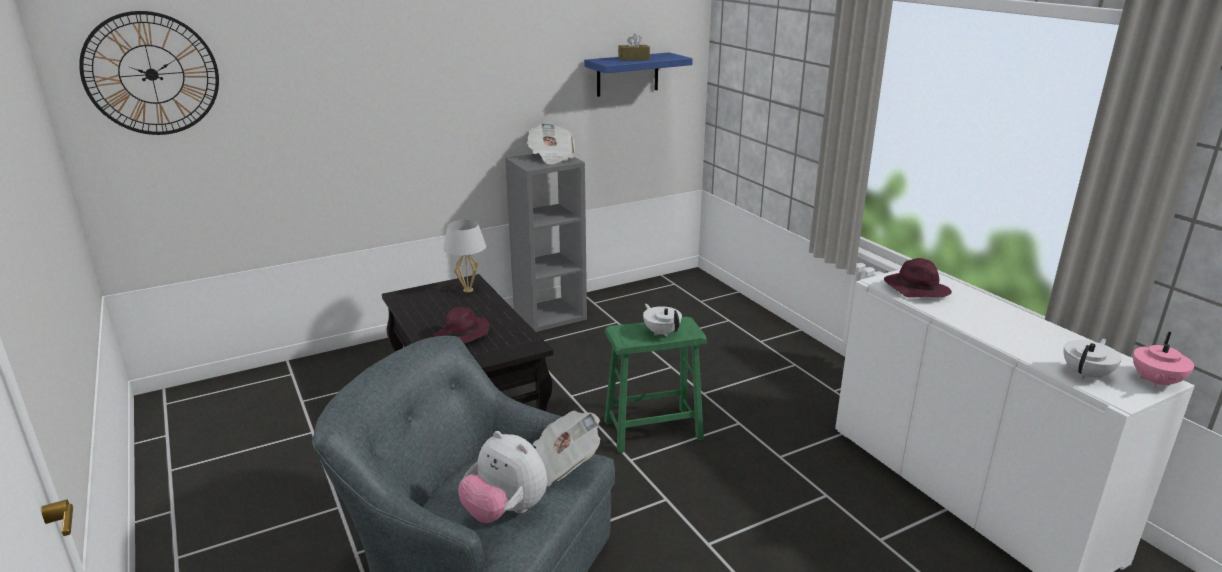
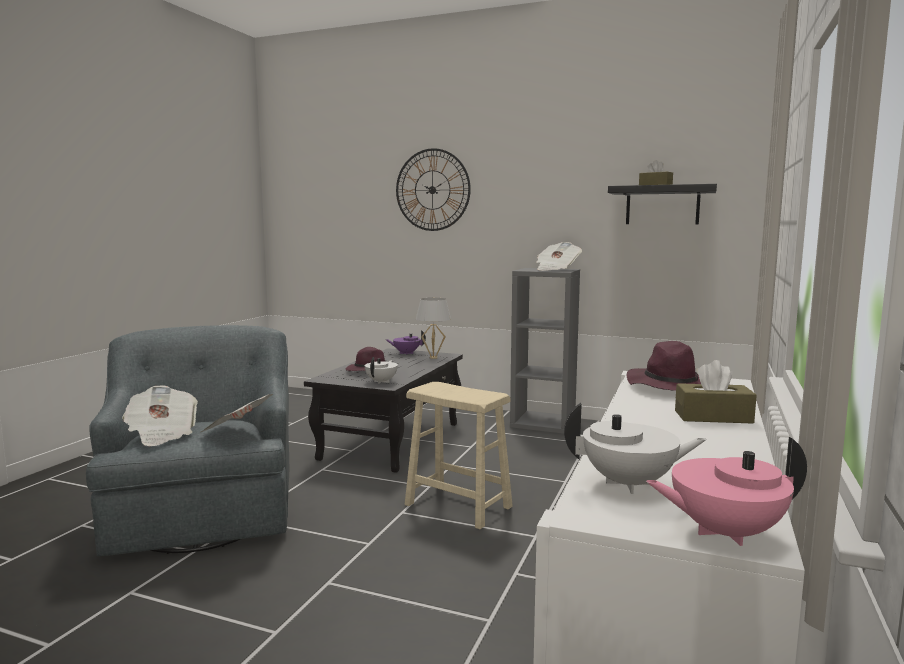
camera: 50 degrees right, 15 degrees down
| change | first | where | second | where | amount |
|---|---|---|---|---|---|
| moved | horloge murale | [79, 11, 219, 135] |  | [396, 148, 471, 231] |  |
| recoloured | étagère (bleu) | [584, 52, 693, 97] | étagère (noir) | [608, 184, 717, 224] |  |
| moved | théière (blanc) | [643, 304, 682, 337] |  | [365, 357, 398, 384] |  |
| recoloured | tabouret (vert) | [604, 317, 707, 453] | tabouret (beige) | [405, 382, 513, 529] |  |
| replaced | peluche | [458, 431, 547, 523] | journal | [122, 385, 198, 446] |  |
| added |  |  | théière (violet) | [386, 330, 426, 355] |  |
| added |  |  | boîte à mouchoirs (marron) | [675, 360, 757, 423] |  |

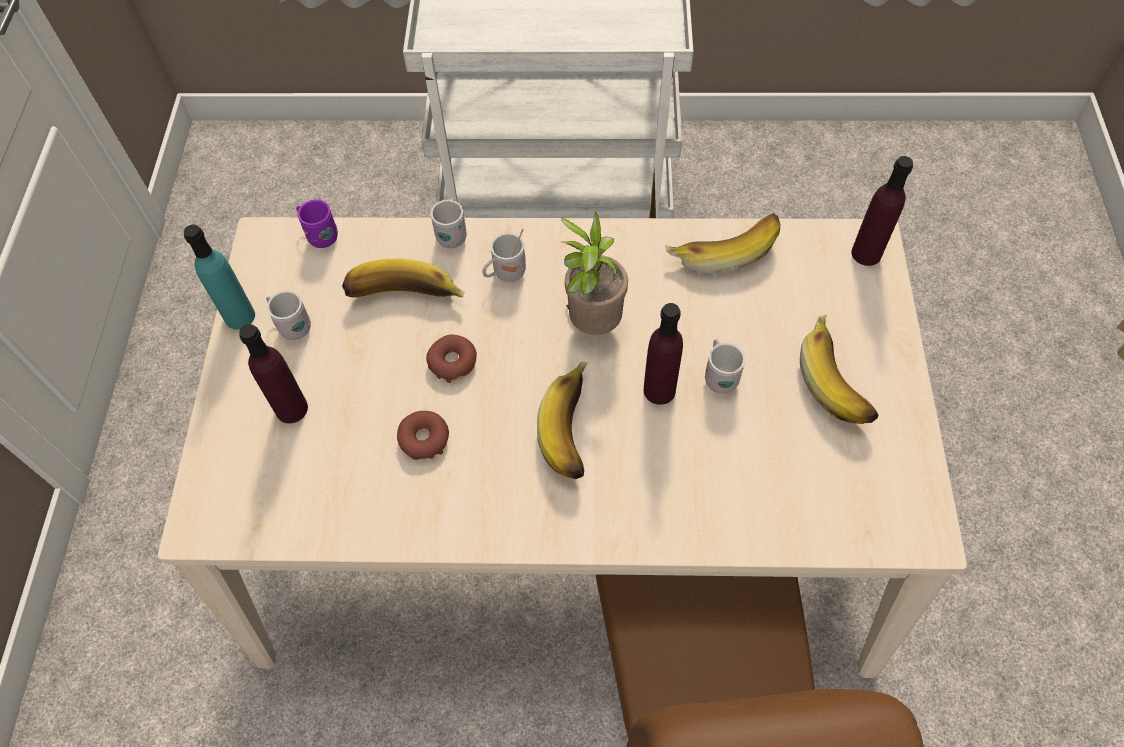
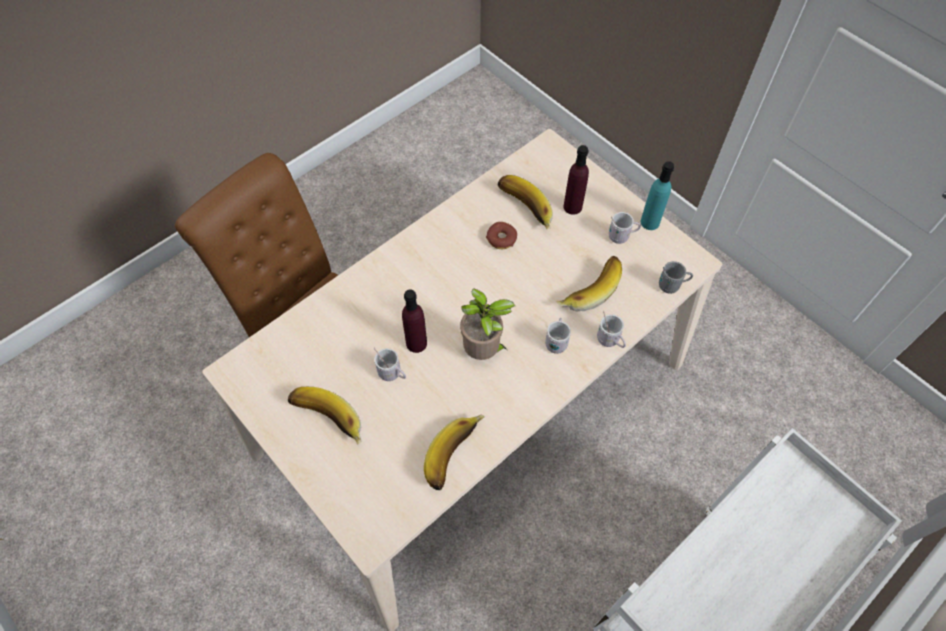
camera: 135 degrees right, 0 degrees up
| change | first | where | second | where | amount |
|---|---|---|---|---|---|
| removed | bouteille (violet) | [851, 156, 913, 266] |  |  |  |
| recoloured | mug (violet) | [296, 200, 338, 248] | mug (gris) | [659, 261, 693, 294] |  |
| removed | beignet | [426, 334, 477, 383] |  |  |  |
| moved | banane | [537, 362, 588, 479] |  | [498, 175, 553, 229] |  |

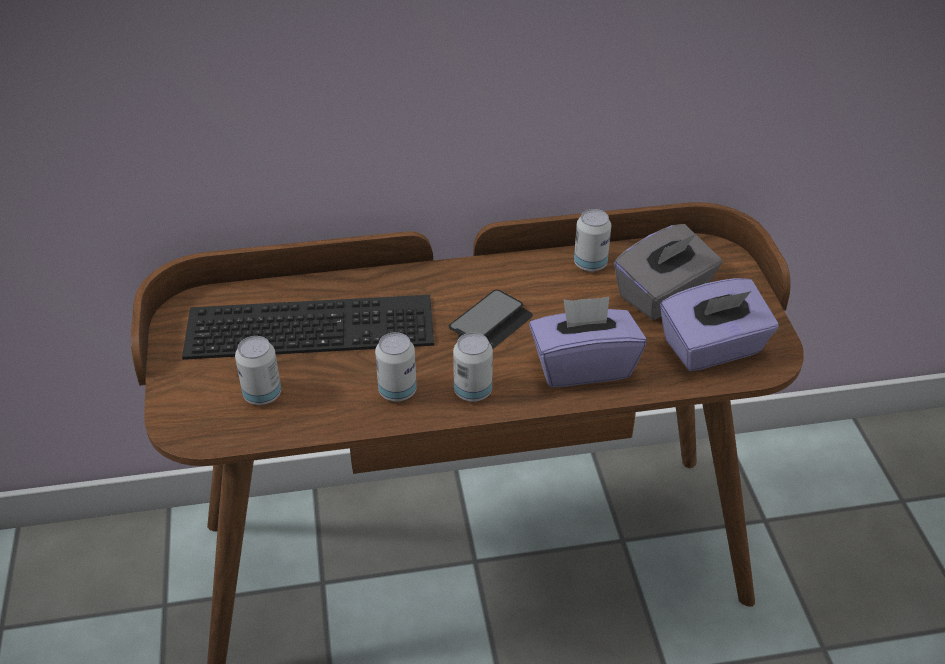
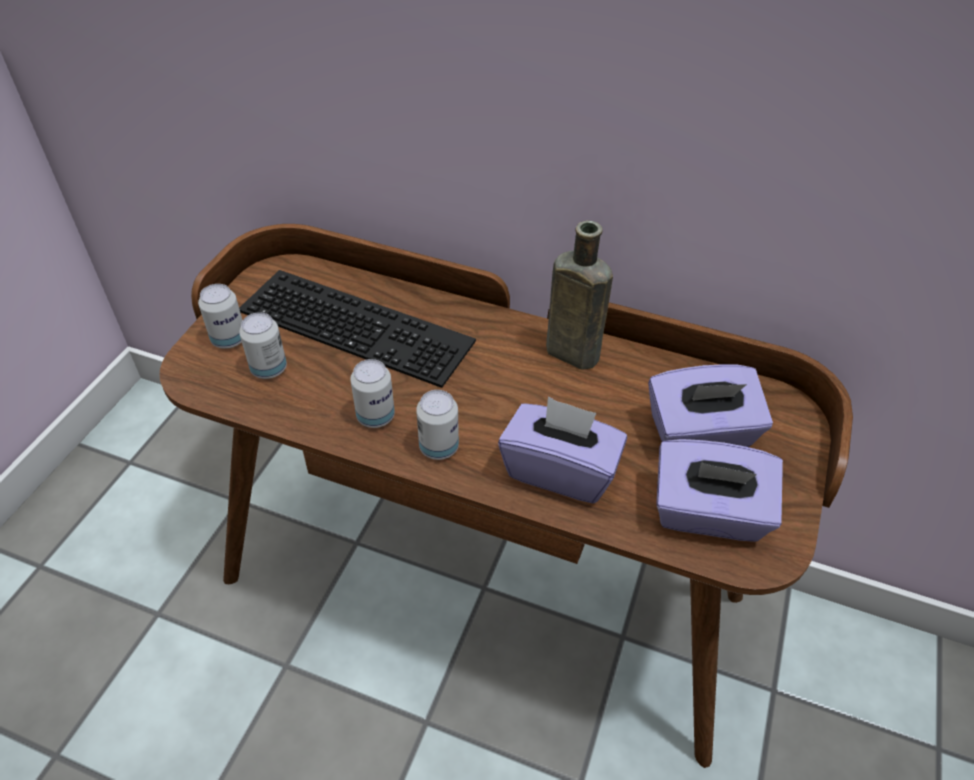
camera: 30 degrees right, 5 degrees up
| change | first | where | second | where | amount |
|---|---|---|---|---|---|
| moved | boîte métallique | [574, 209, 611, 272] |  | [198, 284, 243, 349] |  |
| recoloured | boîte à mouchoirs (gris) | [614, 224, 722, 320] | boîte à mouchoirs (violet) | [648, 365, 773, 447] |  |
| removed | téléphone | [448, 290, 533, 349] |  |  |  |
| added |  |  | bouteille (marron) | [546, 221, 613, 370] |  |

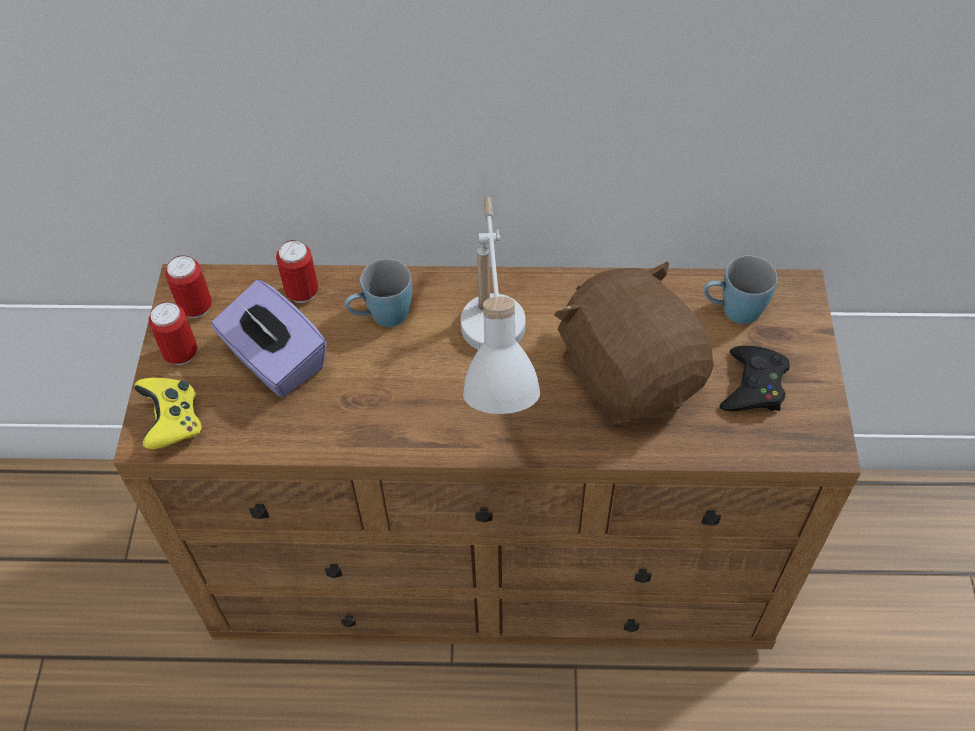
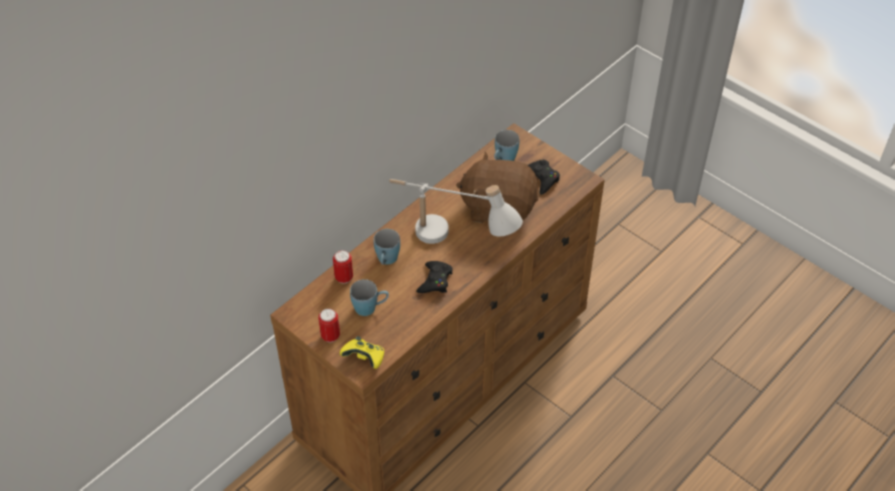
camera: 50 degrees left, 5 degrees down
| change | first | where | second | where | amount |
|---|---|---|---|---|---|
| removed | boîte métallique | [165, 255, 212, 318] |  |  |  |
| replaced | boîte à mouchoirs (violet) | [211, 280, 327, 397] | mug (bleu) | [350, 279, 389, 316] |  |
| added |  |  | manette (noir) | [416, 261, 452, 293] |  |

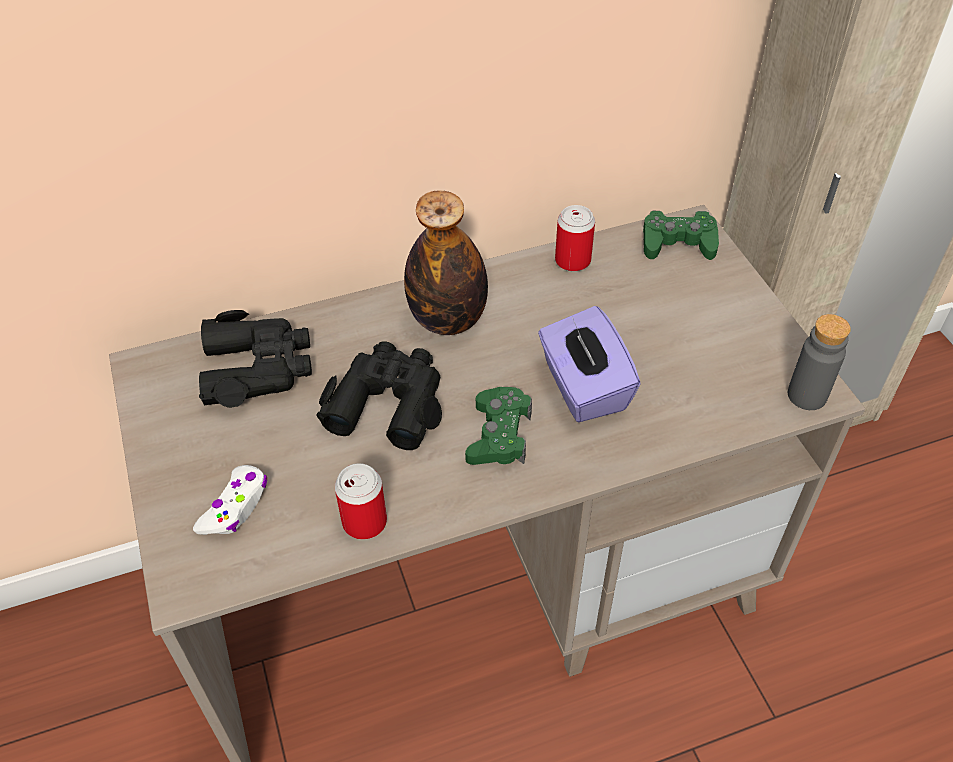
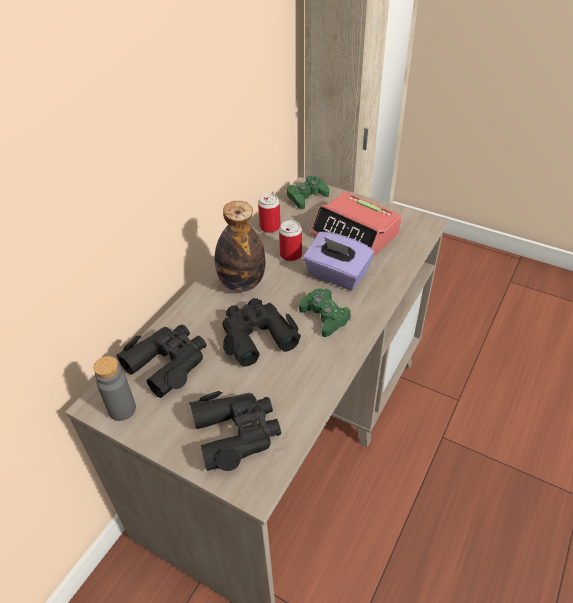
camera: 40 degrees left, 5 degrees down
| change | first | where | second | where | amount |
|---|---|---|---|---|---|
| moved | bouteille (gris) | [788, 314, 851, 410] |  | [93, 356, 136, 421] |  |
| moved | boîte métallique | [335, 463, 387, 539] |  | [279, 220, 302, 261] |  |
| replaced | manette (blanc) | [193, 465, 267, 535] | jumelles (noir) | [189, 391, 281, 471] |  |
| added |  |  | réveil | [310, 192, 401, 257] |  |

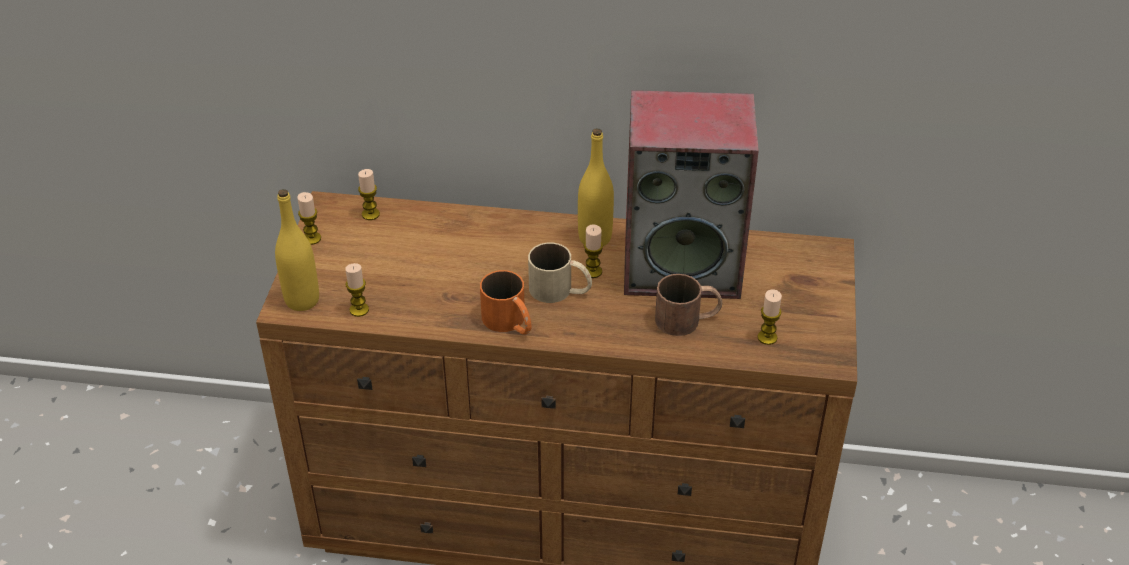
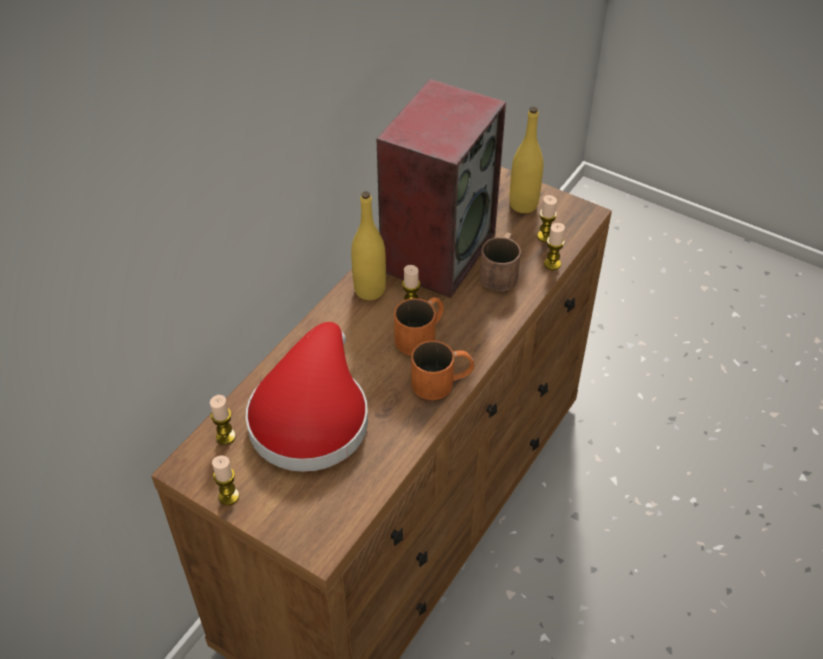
camera: 65 degrees left, 5 degrees up
| change | first | where | second | where | amount |
|---|---|---|---|---|---|
| moved | bouteille (jaune) | [275, 189, 319, 311] |  | [509, 107, 544, 213] |  |
| recoloured | mug (beige) | [528, 243, 592, 303] | mug (orange) | [394, 297, 444, 356] |  |
| moved | bougie | [345, 263, 369, 317] |  | [544, 223, 565, 270] |  |
| added |  |  | chapeau (rouge) | [246, 322, 368, 472] |  |

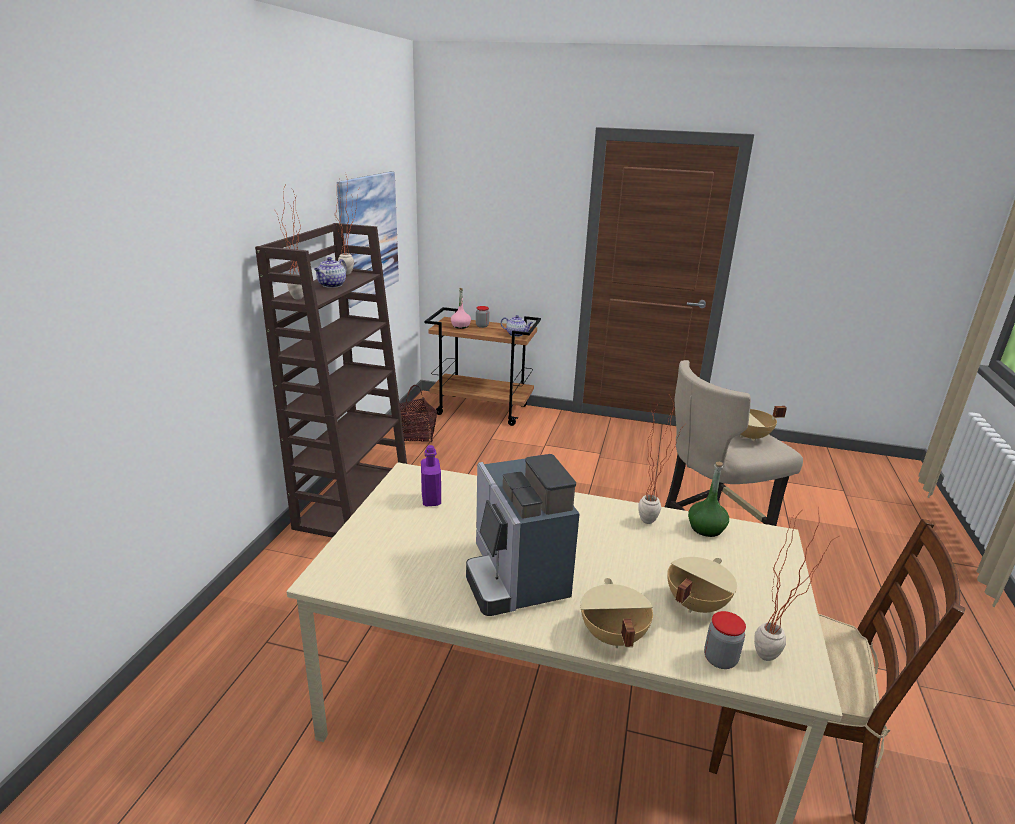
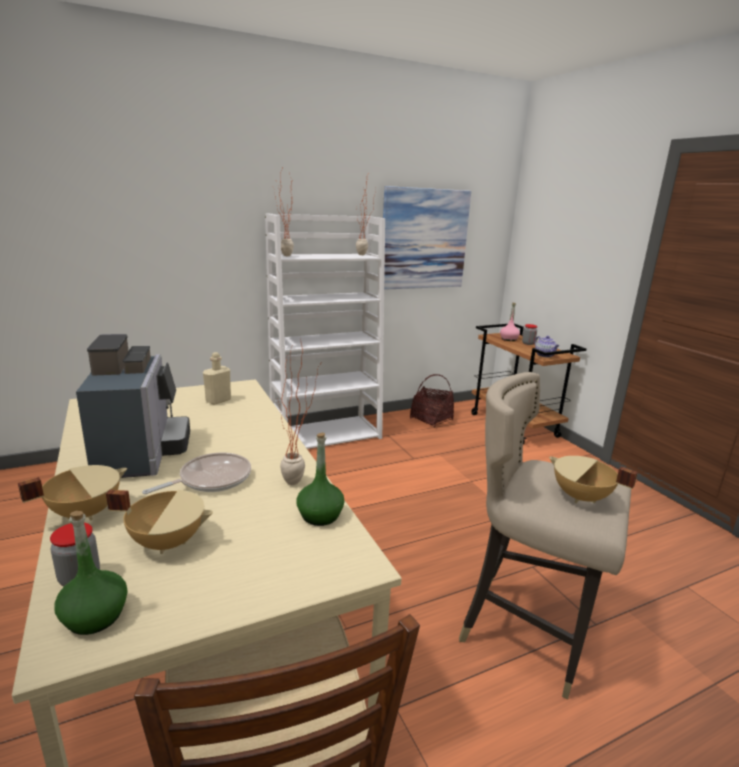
camera: 50 degrees right, 5 degrees down
| change | first | where | second | where | amount |
|---|---|---|---|---|---|
| recoloured | bibliothèque (marron) | [255, 223, 407, 538] | bibliothèque (blanc) | [265, 213, 385, 449] |  |
| removed | théière | [314, 257, 346, 288] |  |  |  |
| recoloured | bouteille (violet) | [421, 445, 441, 506] | bouteille (beige) | [203, 352, 231, 405] |  |
| turned | machine à café | [466, 454, 580, 616] |  | [76, 334, 190, 478] | 135 degrees clockwise |
| replaced | plante en pot | [754, 508, 839, 661] | bouteille (vert) | [54, 511, 128, 635] |  |
| added |  |  | poêle | [142, 453, 251, 494] |  |

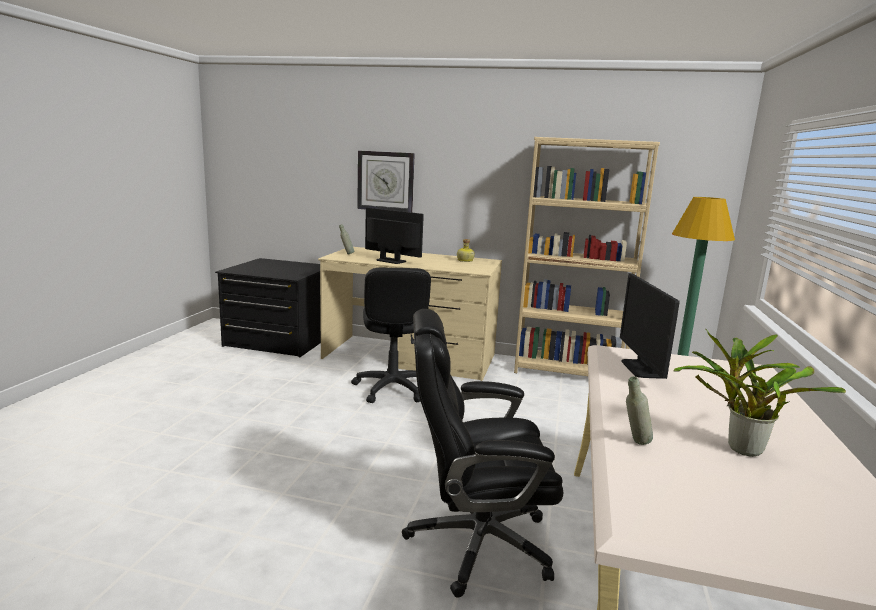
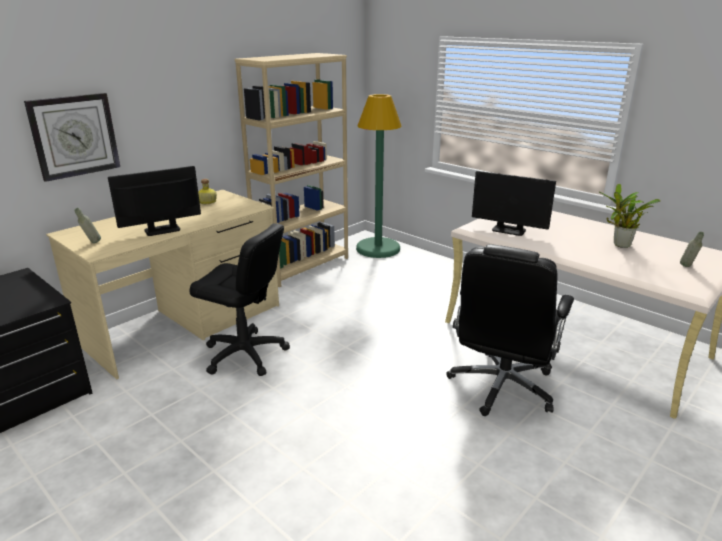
camera: 60 degrees left, 10 degrees up
| change | first | where | second | where | amount |
|---|---|---|---|---|---|
| moved | bouteille (gris) | [626, 376, 653, 445] |  | [680, 232, 704, 267] |  |

